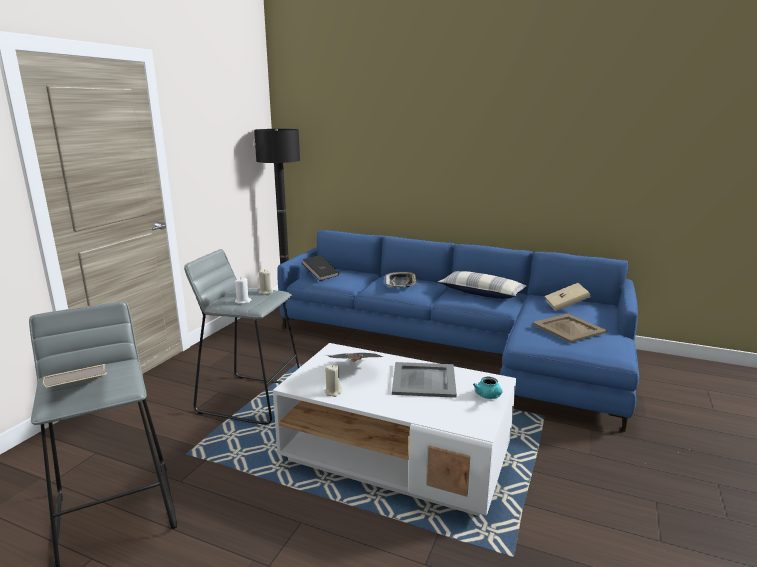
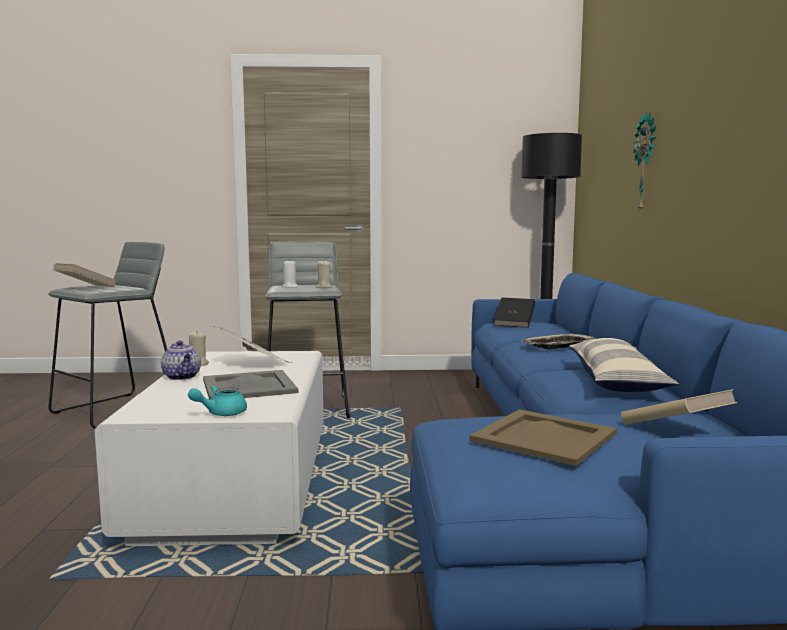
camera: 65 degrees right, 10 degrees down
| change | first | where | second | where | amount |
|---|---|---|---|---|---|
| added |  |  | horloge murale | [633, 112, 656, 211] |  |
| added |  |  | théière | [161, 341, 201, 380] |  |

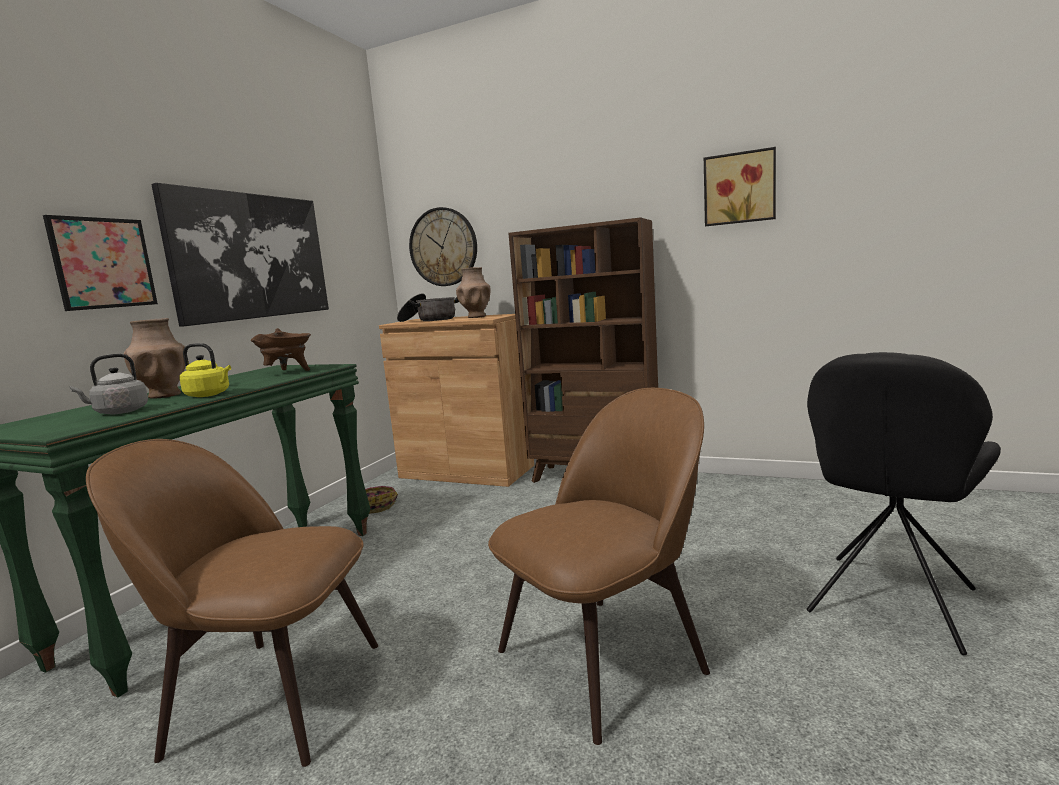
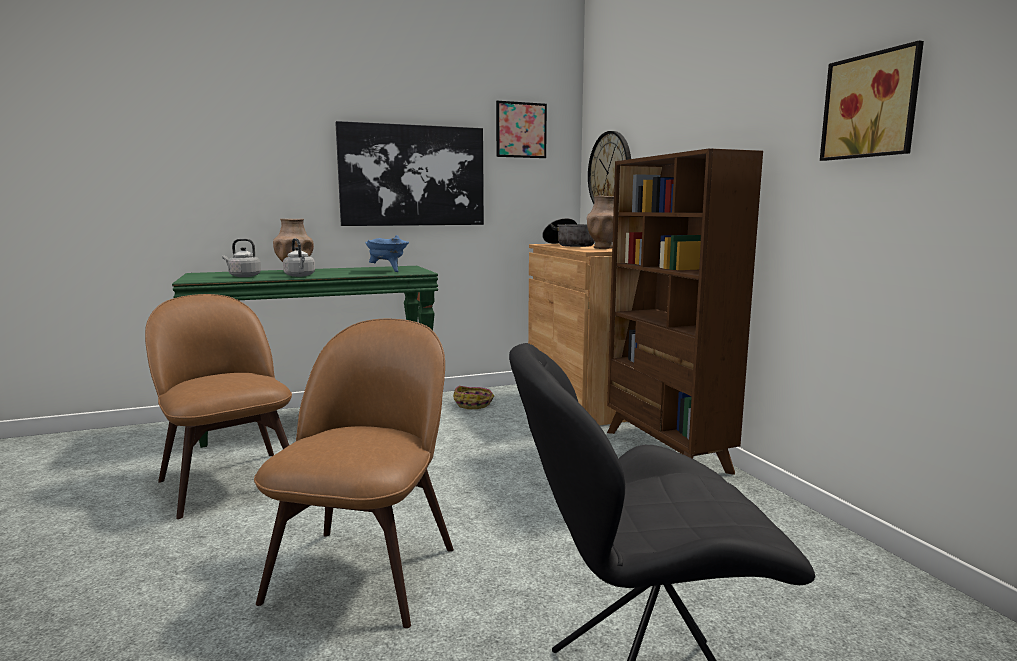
camera: 45 degrees right, 0 degrees up
| change | first | where | second | where | amount |
|---|---|---|---|---|---|
| moved | tableau | [43, 215, 158, 311] |  | [496, 101, 547, 158] |  |
| recoloured | marmite (marron) | [251, 328, 311, 371] | marmite (bleu) | [365, 235, 409, 272] |  |
| recoloured | bouilloire (jaune) | [179, 343, 231, 397] | bouilloire (gris) | [283, 238, 315, 277] |  |
| turned | chaise (marron) | [488, 388, 710, 745] |  | [254, 319, 454, 628] | 90 degrees counterclockwise |

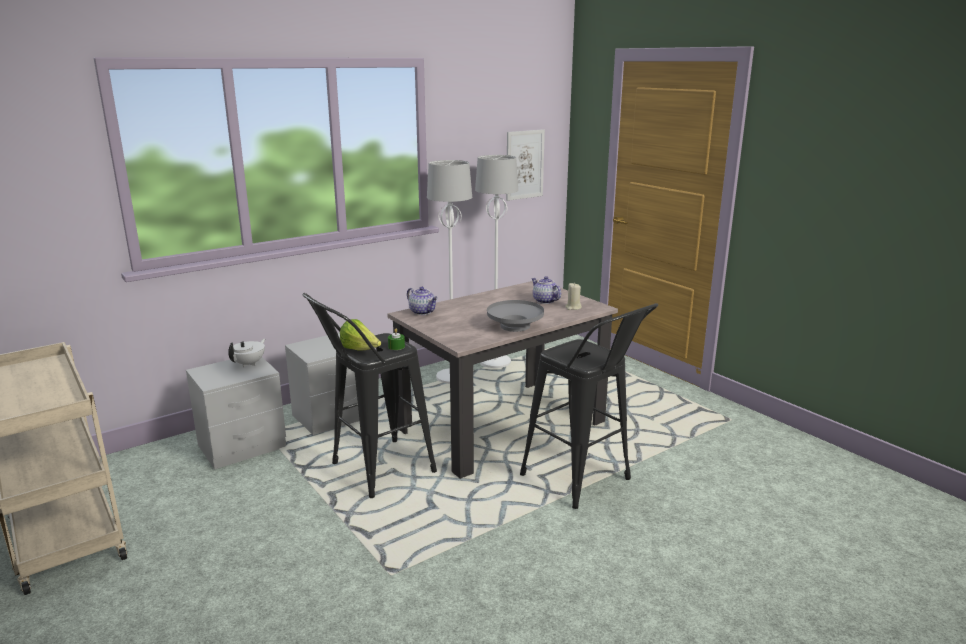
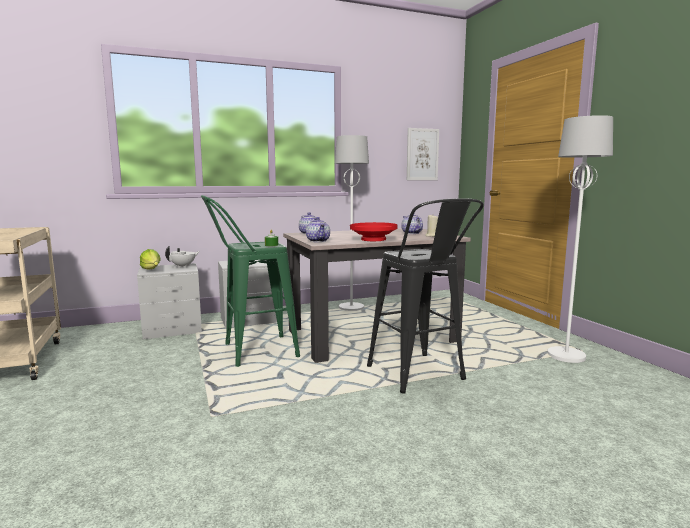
camera: 15 degrees right, 10 degrees down
| change | first | where | second | where | amount |
|---|---|---|---|---|---|
| moved | lampadaire (blanc) | [475, 155, 518, 368] |  | [547, 115, 613, 363] |  |
| recoloured | tabouret (noir) | [302, 293, 437, 498] | tabouret (vert) | [201, 195, 300, 367] |  |
| recoloured | bol (gris) | [487, 300, 544, 332] | bol (rouge) | [350, 222, 398, 241] |  |
| moved | laitue | [340, 319, 381, 351] |  | [140, 249, 161, 270] |  |
| added |  |  | théière | [306, 217, 330, 242] |  |

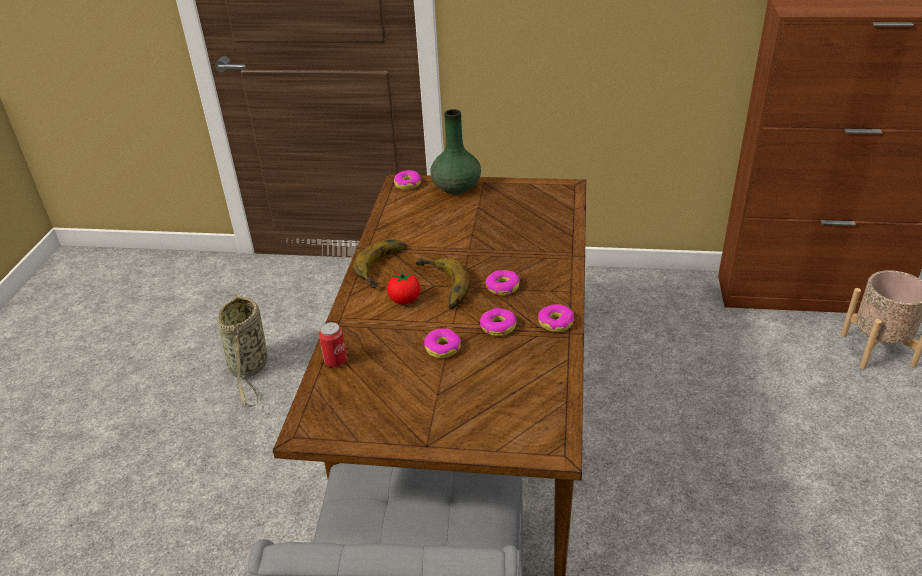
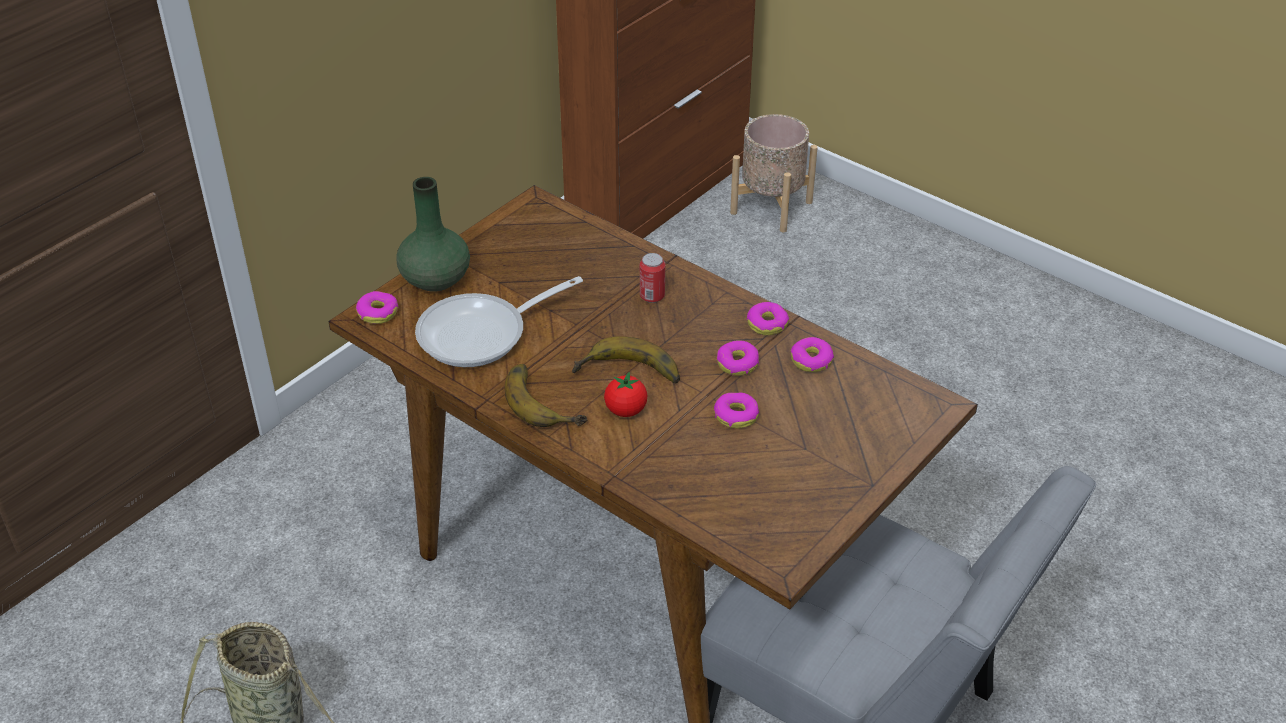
camera: 60 degrees left, 5 degrees up
| change | first | where | second | where | amount |
|---|---|---|---|---|---|
| moved | beignet | [486, 270, 520, 295] |  | [791, 337, 834, 372] |  |
| moved | boîte métallique | [319, 322, 347, 367] |  | [640, 253, 665, 303] |  |
| added |  |  | poêle | [415, 276, 583, 367] |  |

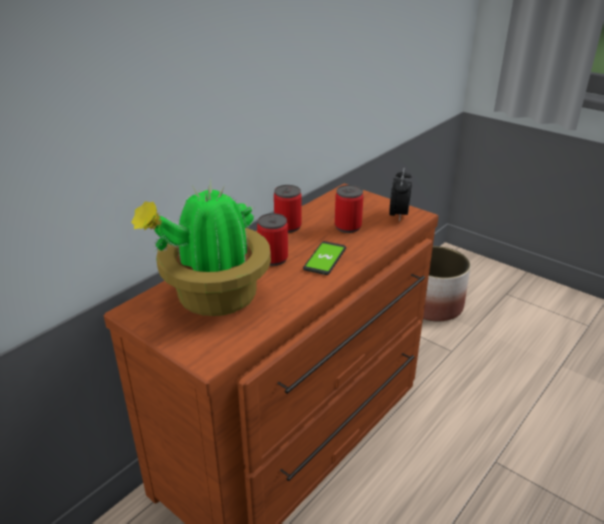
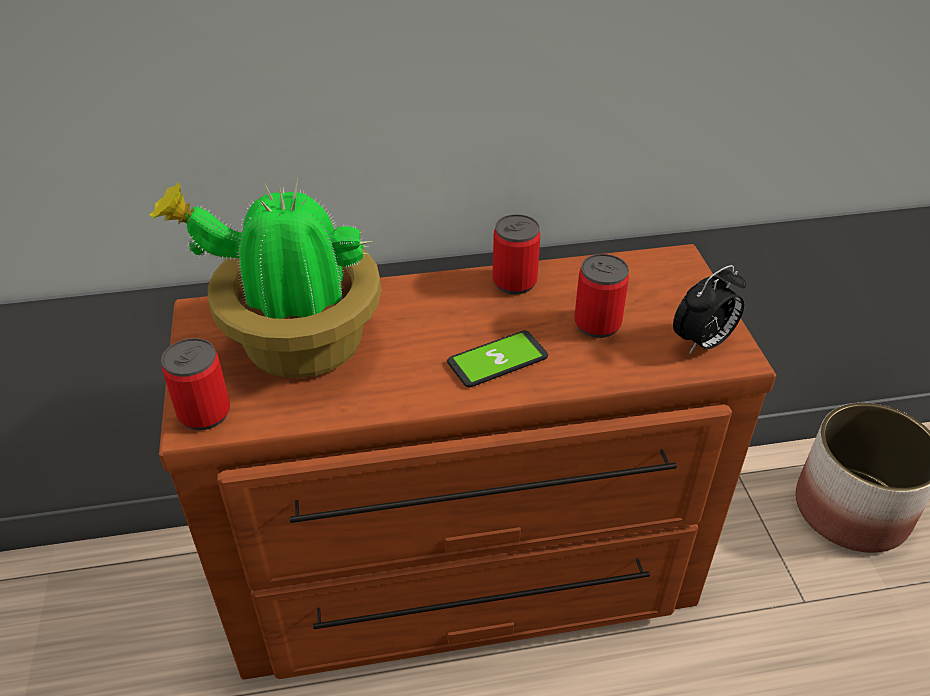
camera: 40 degrees right, 10 degrees up
| change | first | where | second | where | amount |
|---|---|---|---|---|---|
| moved | boîte métallique | [257, 213, 288, 266] |  | [161, 338, 230, 430] |  |

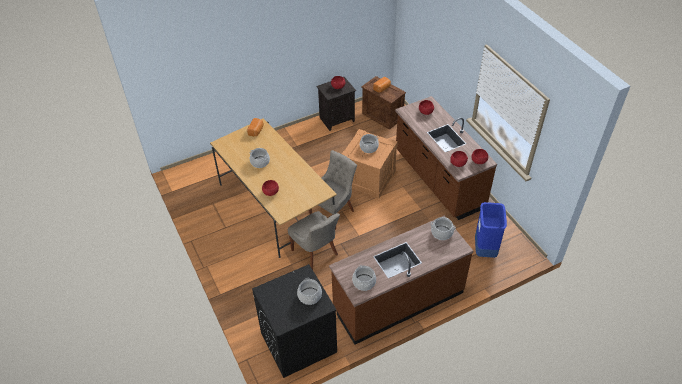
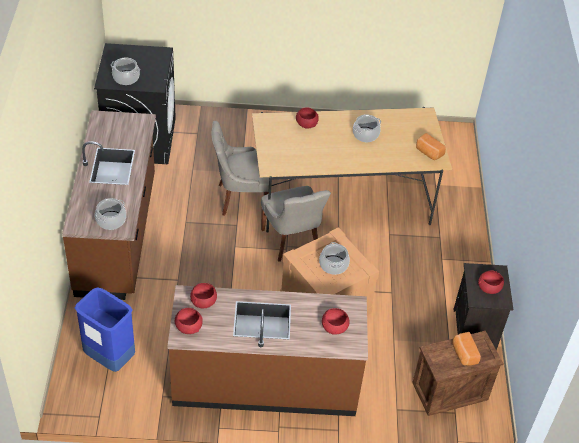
camera: 115 degrees right, 0 degrees up
| change | first | where | second | where | amount |
|---|---|---|---|---|---|
| removed | marmite | [352, 265, 376, 291] |  |  |  |

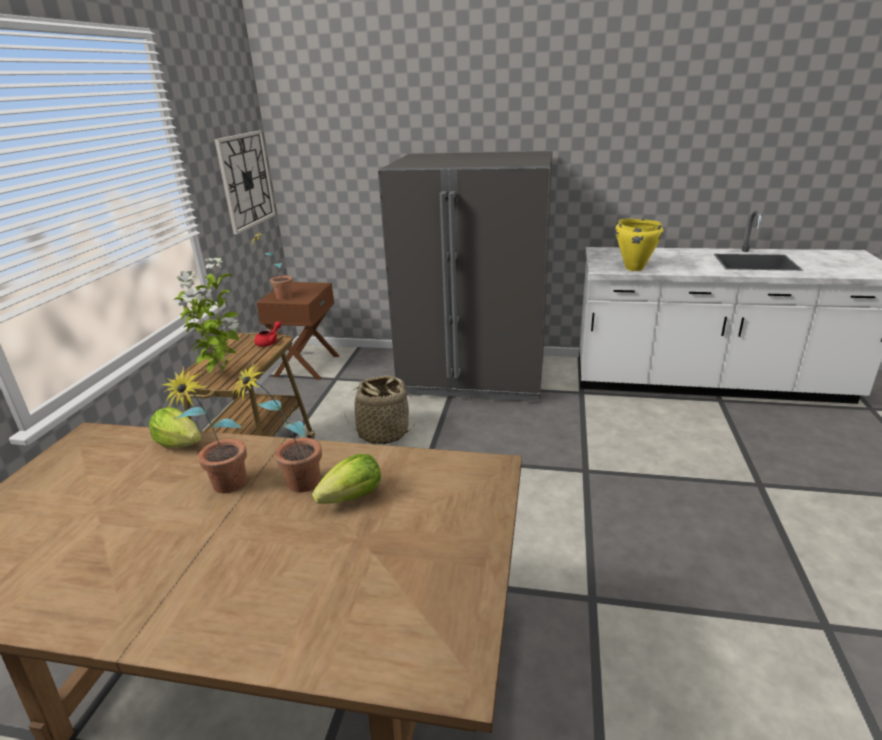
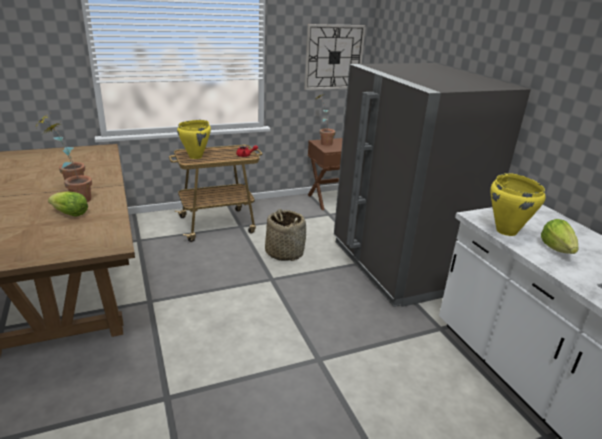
camera: 55 degrees right, 0 degrees up
| change | first | where | second | where | amount |
|---|---|---|---|---|---|
| replaced | plante en pot | [173, 258, 239, 375] | marmite (jaune) | [177, 120, 211, 159] |  |
| moved | laitue | [149, 407, 201, 448] |  | [541, 219, 579, 254] |  |

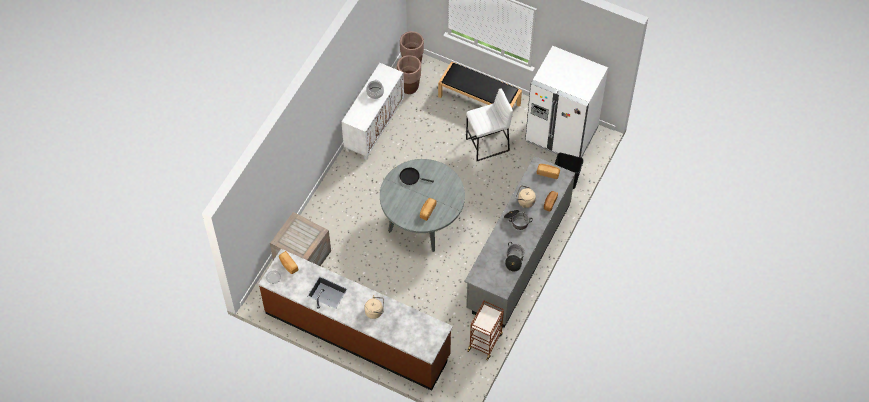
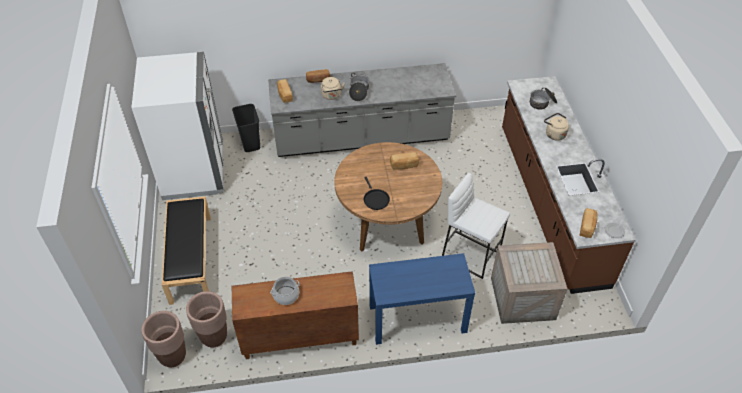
camera: 125 degrees left, 10 degrees down
| change | first | where | second | where | amount |
|---|---|---|---|---|---|
| recoloured | meuble de rangement (blanc) | [341, 63, 404, 160] | meuble de rangement (marron) | [232, 271, 359, 359] |  |
| moved | tabouret (blanc) | [466, 88, 513, 161] |  | [442, 173, 510, 279] |  |
| recoloured | table à manger (gris) | [380, 159, 465, 252] | table à manger (marron) | [334, 142, 442, 251] |  |
| moved | marmite | [505, 242, 524, 272] |  | [530, 88, 557, 110] |  |
| removed | chariot (marron) | [467, 301, 504, 361] |  |  |  |
| added |  |  | table console (bleu) | [369, 253, 475, 345] |  |

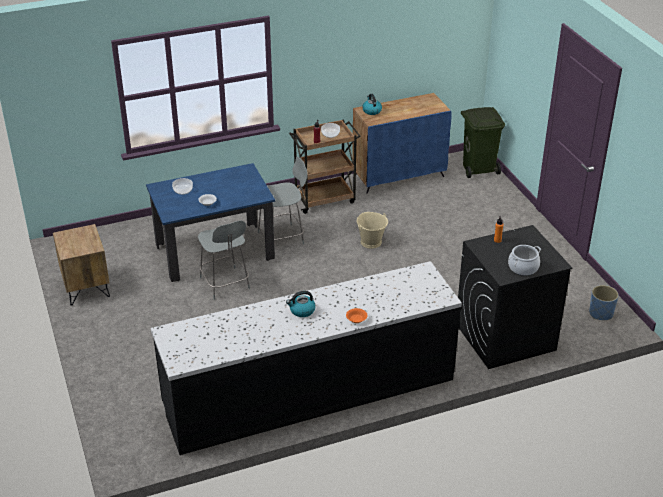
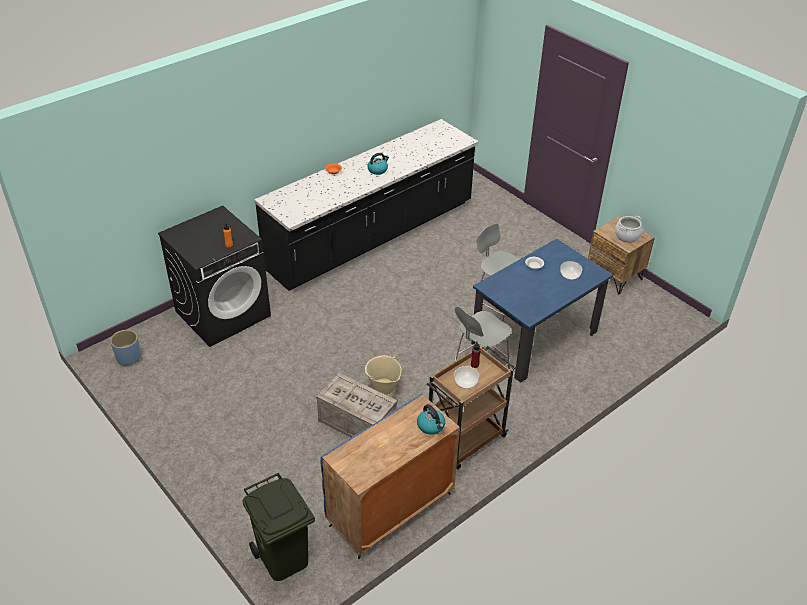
camera: 160 degrees right, 5 degrees up
| change | first | where | second | where | amount |
|---|---|---|---|---|---|
| moved | marmite | [508, 245, 541, 276] |  | [615, 216, 642, 242] |  |
| added |  |  | caisse | [316, 373, 397, 437] |  |

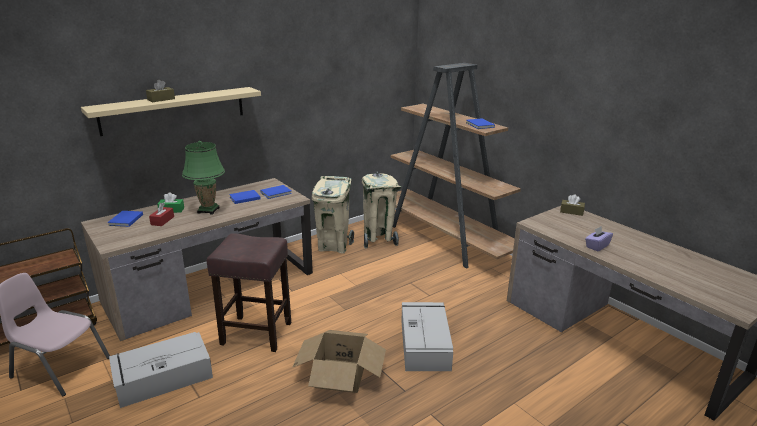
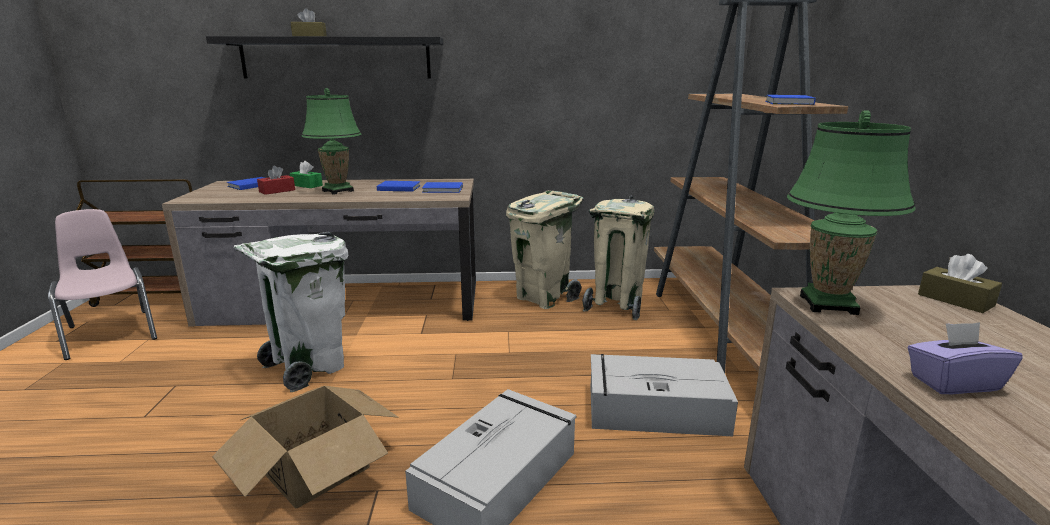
camera: 35 degrees right, 5 degrees down
| change | first | where | second | where | amount |
|---|---|---|---|---|---|
| recoloured | étagère (beige) | [81, 87, 261, 136] | étagère (noir) | [206, 36, 443, 79] |  |
| replaced | tabouret (marron) | [206, 233, 291, 352] | poubelle (blanc) | [234, 232, 348, 392] |  |
| moved | boîte de rangement (gris) | [109, 332, 213, 408] |  | [590, 354, 738, 436] |  |
| added |  |  | lampe de table (vert) | [787, 110, 916, 315] |  |

